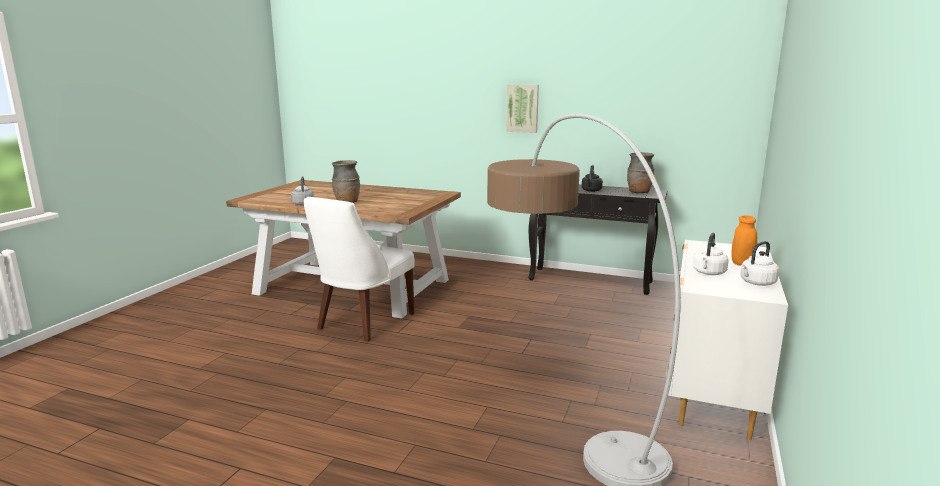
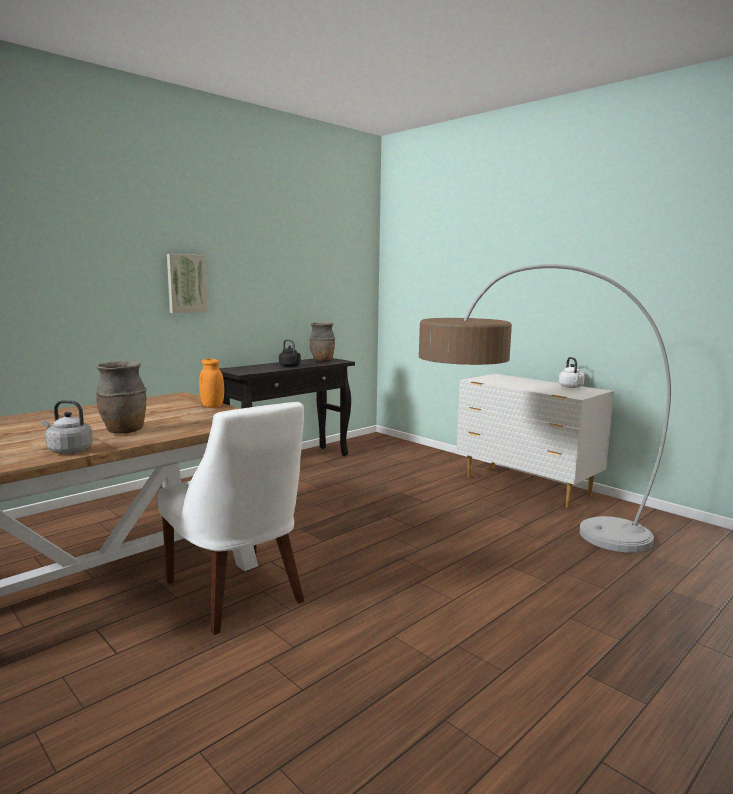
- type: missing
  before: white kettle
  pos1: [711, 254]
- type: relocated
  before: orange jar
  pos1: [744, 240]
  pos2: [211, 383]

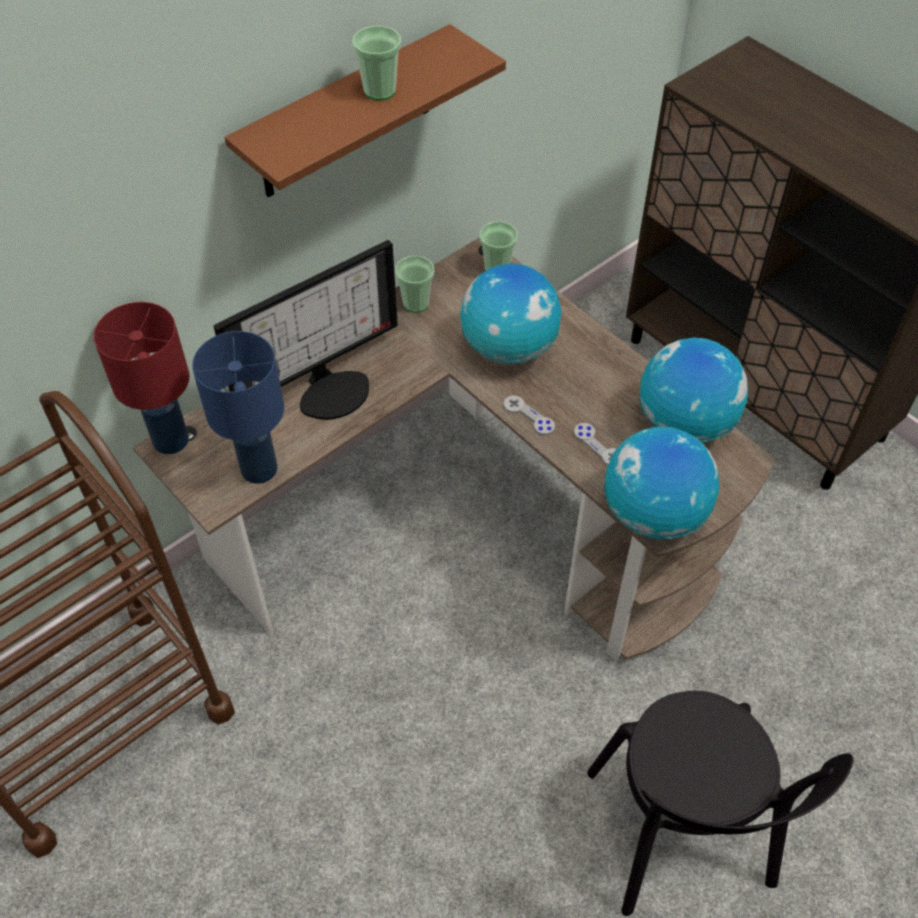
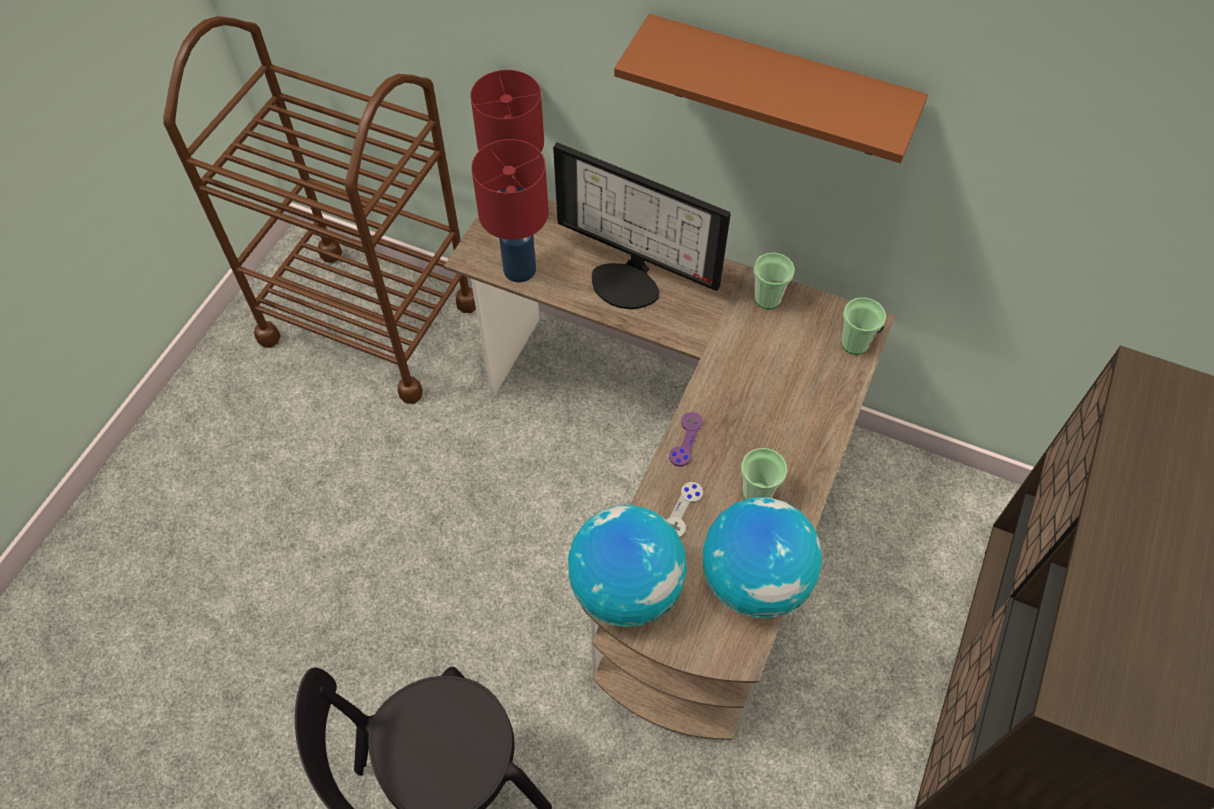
- type: colour
  before: blue table lamp
  after: red table lamp
  pos1: [238, 407]
  pos2: [510, 211]
- type: relocated
  before: cup
  pos1: [376, 63]
  pos2: [764, 474]
- type: missing
  before: globe
  pos1: [510, 314]
- type: colour
  before: grey game controller
  after: purple game controller
  pos1: [529, 415]
  pos2: [686, 439]

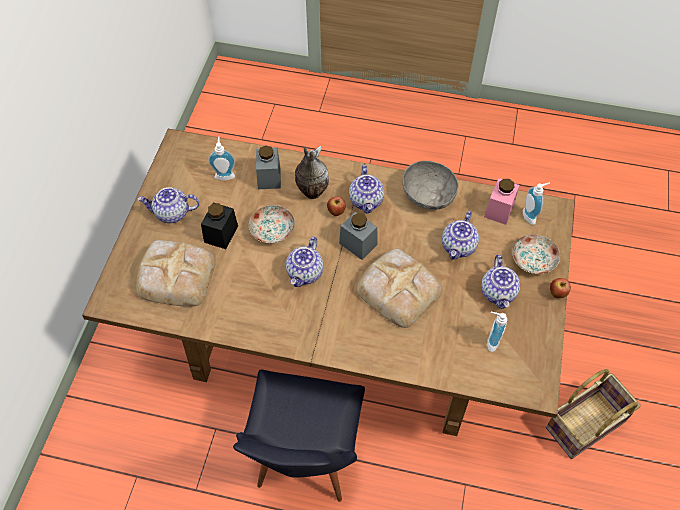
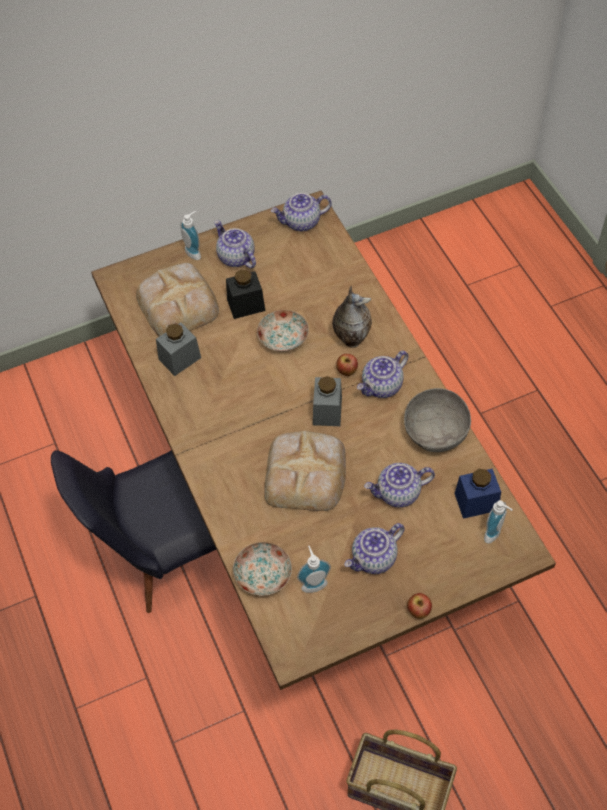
- type: relocated
  before: soap dispenser
  pos1: [221, 159]
  pos2: [190, 235]
- type: relocated
  before: grey jar
  pos1: [268, 167]
  pos2: [178, 349]
- type: relocated
  before: teapot
  pos1: [304, 261]
  pos2: [301, 212]
- type: colour
  before: pink jar
  after: blue jar
  pos1: [501, 201]
  pos2: [477, 493]
- type: relocated
  before: plate
  pos1: [536, 254]
  pos2: [262, 569]

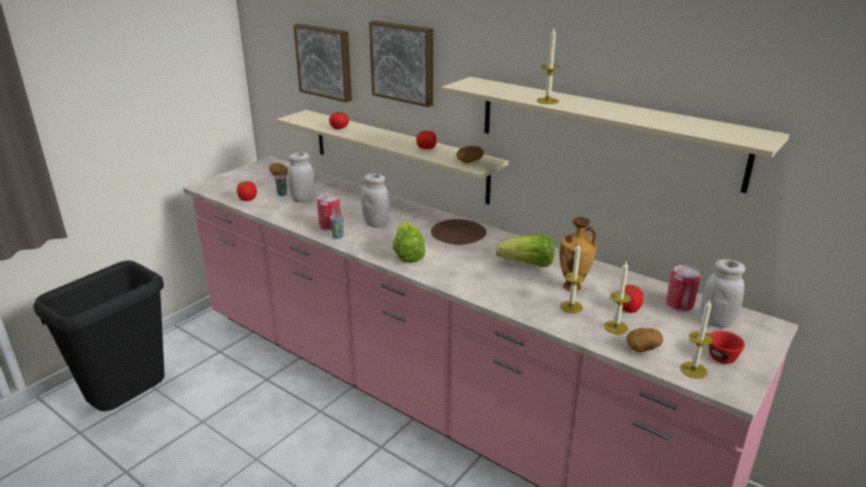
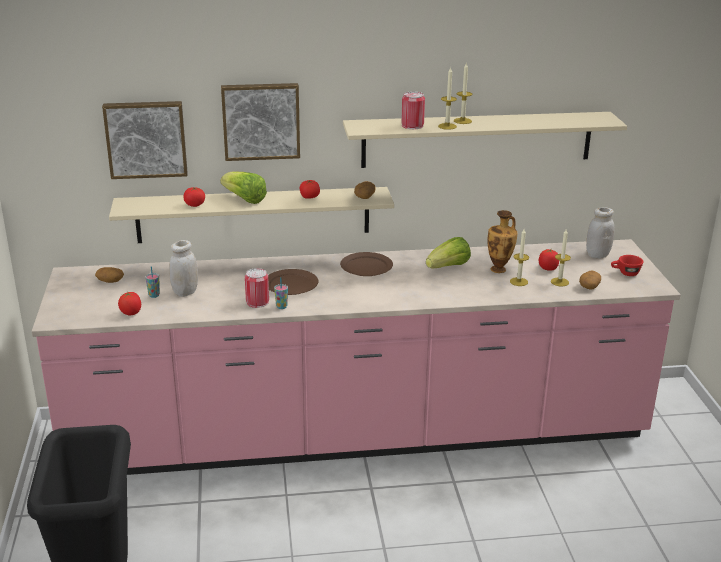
- type: exchanged
  before: white jar
  after: brown plate
  pos1: [375, 200]
  pos2: [293, 282]
- type: relocated
  before: lettuce
  pos1: [409, 242]
  pos2: [243, 187]
- type: relocated
  before: can
  pos1: [683, 288]
  pos2: [413, 110]
- type: relocated
  before: candle
  pos1: [696, 339]
  pos2: [463, 93]

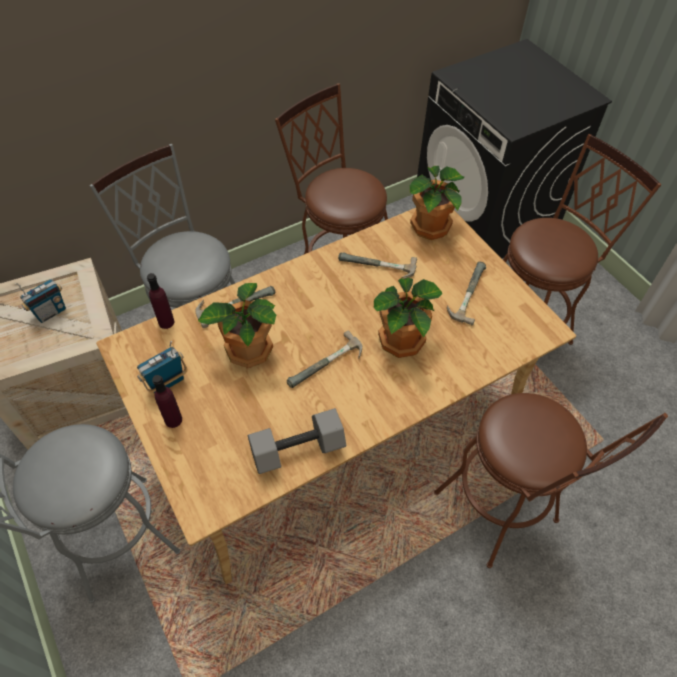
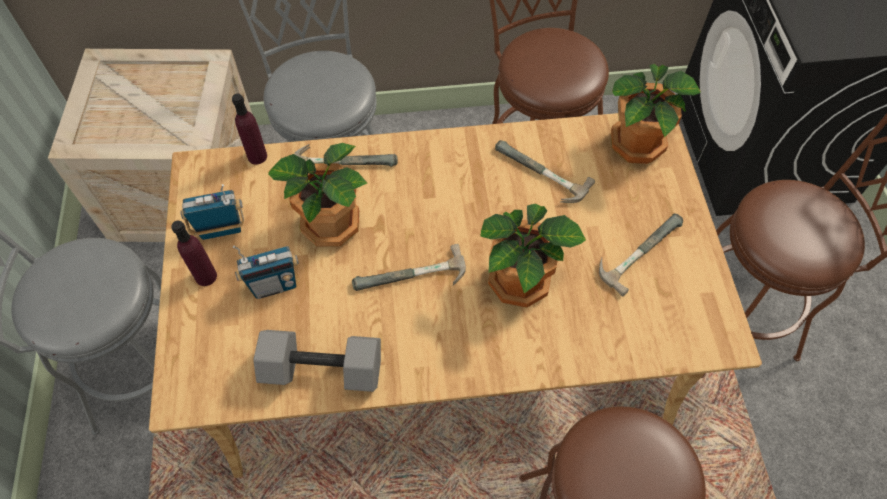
- type: relocated
  before: radio
  pos1: [40, 301]
  pos2: [266, 272]

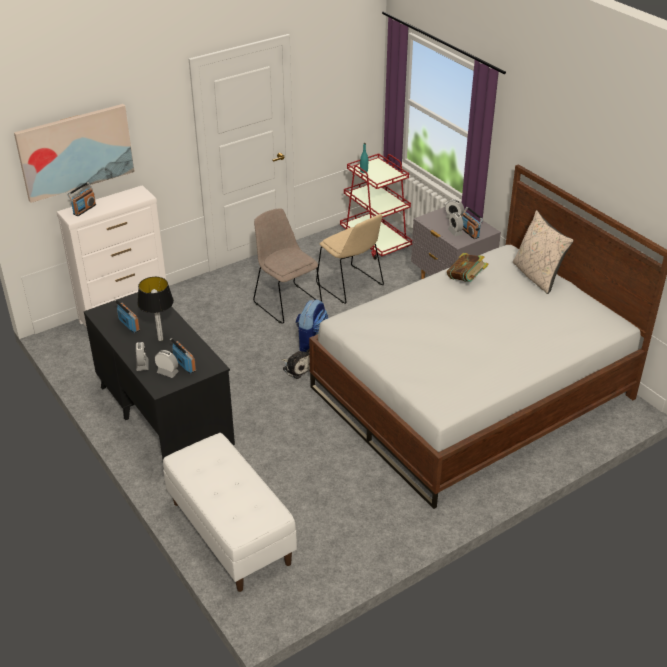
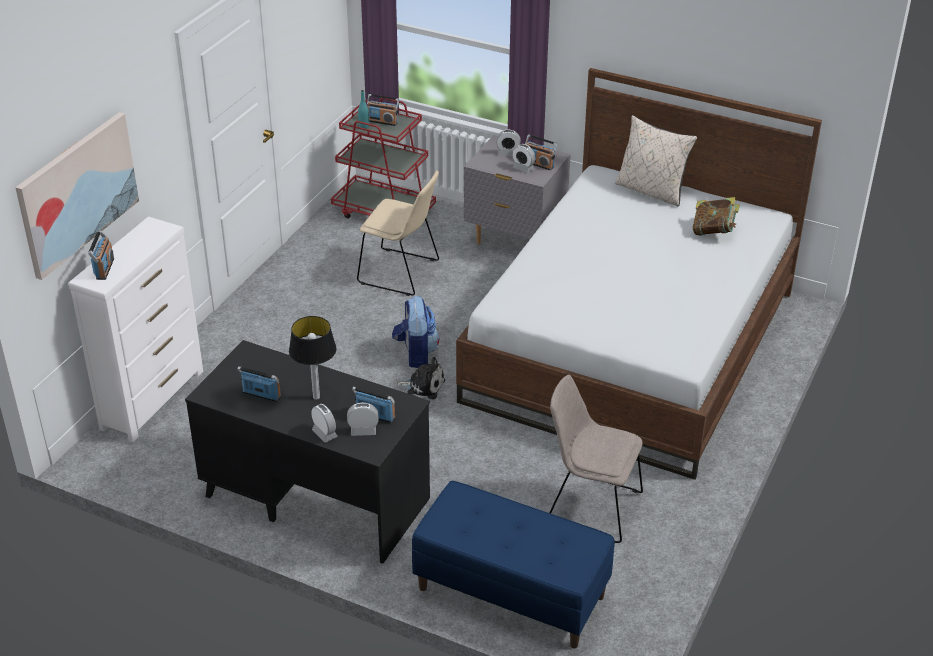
- type: colour
  before: white bench
  after: blue bench
  pos1: [230, 512]
  pos2: [513, 564]
- type: relocated
  before: beige chair
  pos1: [287, 266]
  pos2: [596, 459]
- type: relocated
  before: book
  pos1: [468, 267]
  pos2: [716, 216]
- type: appeared
  after: radio
  pos2: [383, 110]

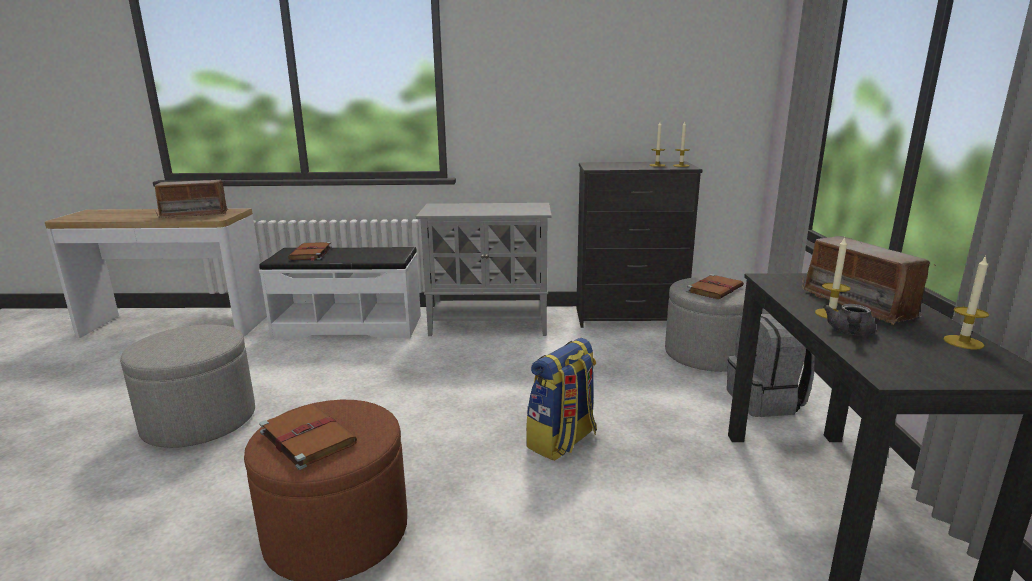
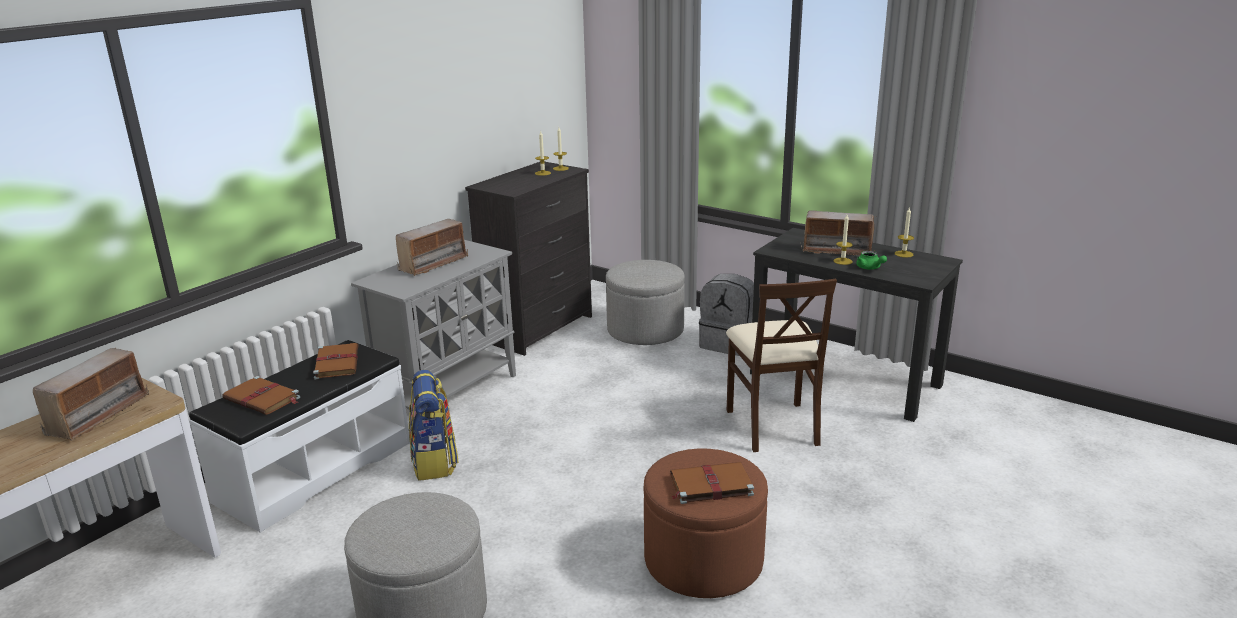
- type: relocated
  before: backpack
  pos1: [561, 399]
  pos2: [434, 425]
- type: relocated
  before: brown book
  pos1: [715, 286]
  pos2: [336, 361]
- type: colour
  before: grey teapot
  after: green teapot
  pos1: [849, 320]
  pos2: [871, 260]
- type: appeared
  after: radio
  pos2: [432, 247]
- type: appeared
  after: beige chair
  pos2: [781, 365]

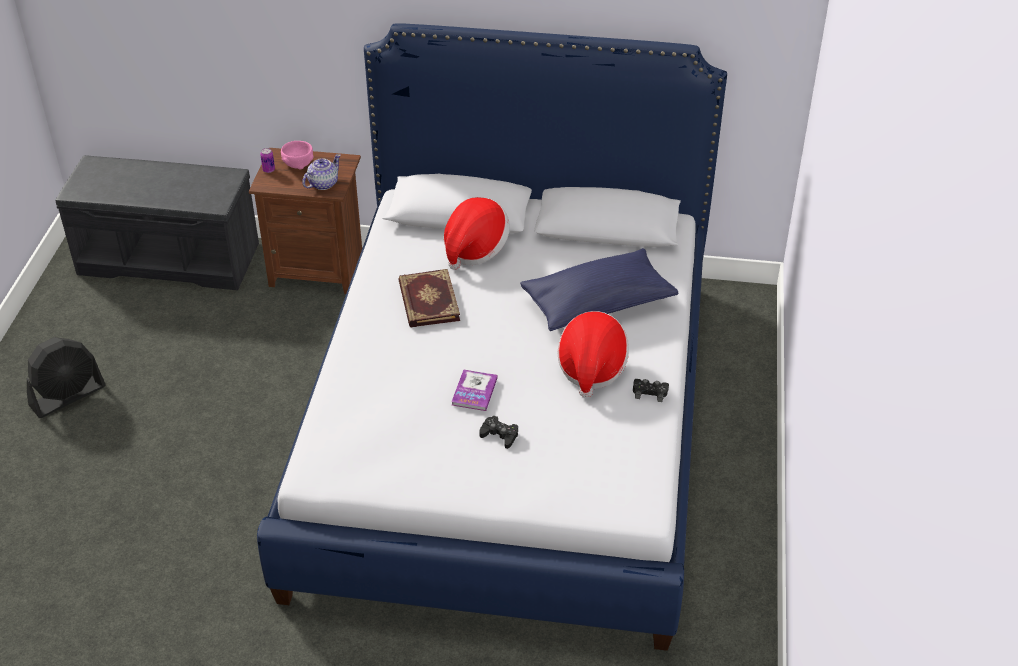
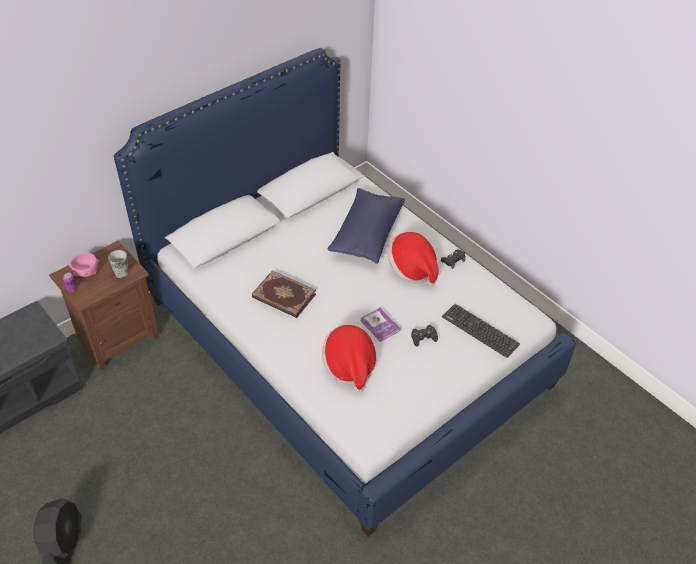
- type: exchanged
  before: teapot
  after: cup
  pos1: [321, 172]
  pos2: [118, 264]
- type: relocated
  before: hat
  pos1: [477, 233]
  pos2: [349, 358]
- type: appeared
  after: keyboard
  pos2: [481, 331]

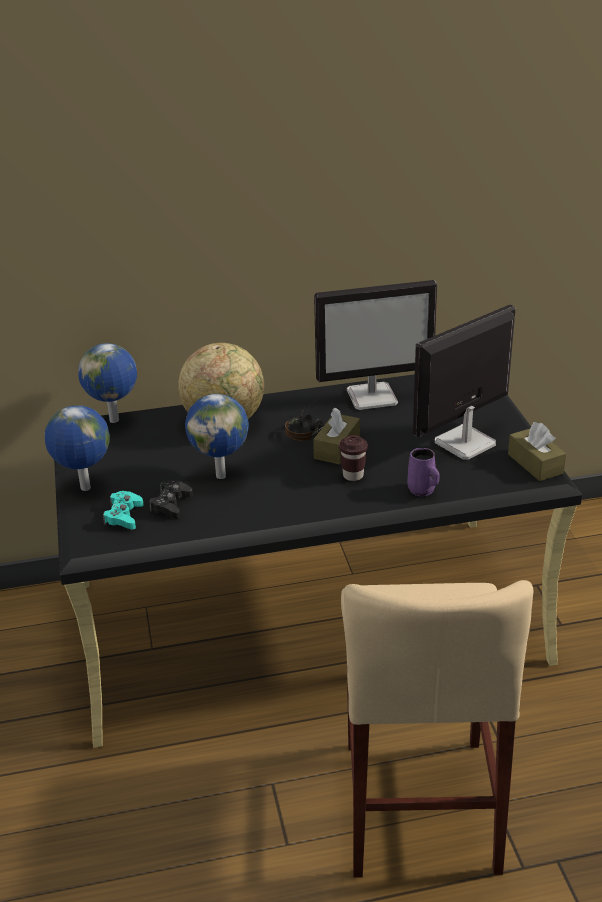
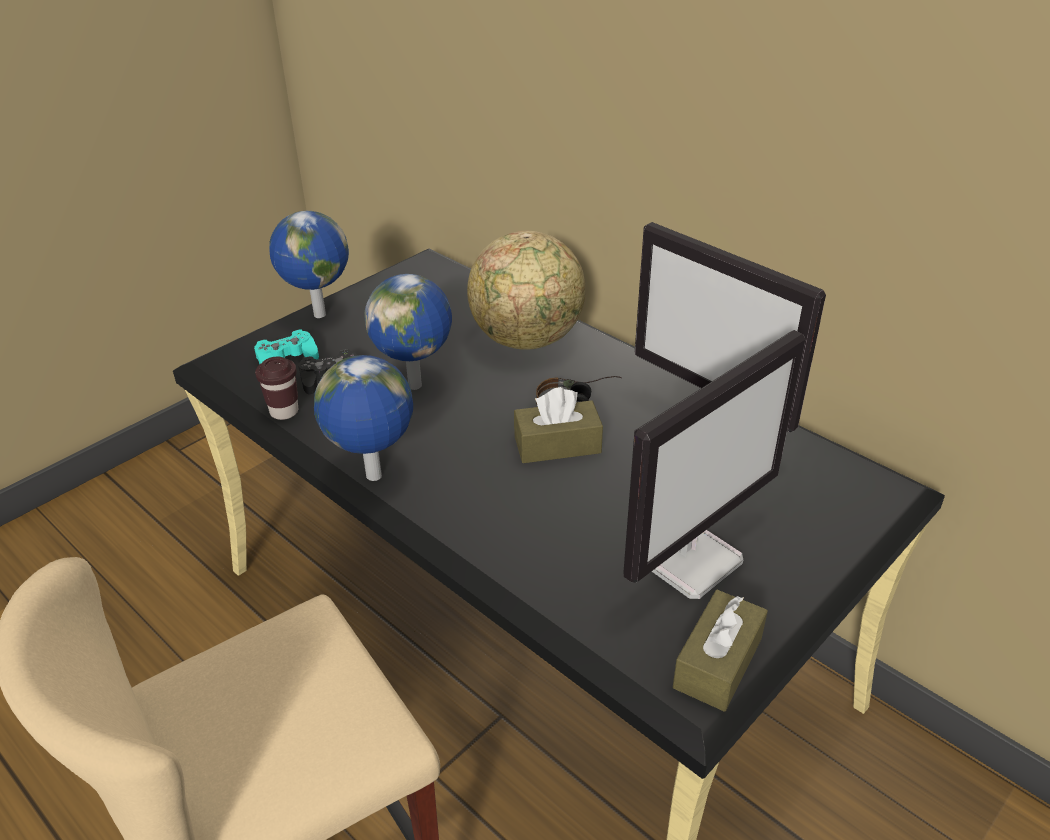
- type: relocated
  before: globe
  pos1: [107, 383]
  pos2: [363, 418]
- type: relocated
  before: brown cup
  pos1: [353, 458]
  pos2: [276, 388]
- type: missing
  before: purple mug
  pos1: [423, 472]
- type: spun
  before: monitor
  pos1: [464, 382]
  pos2: [714, 464]
  turn: 120

